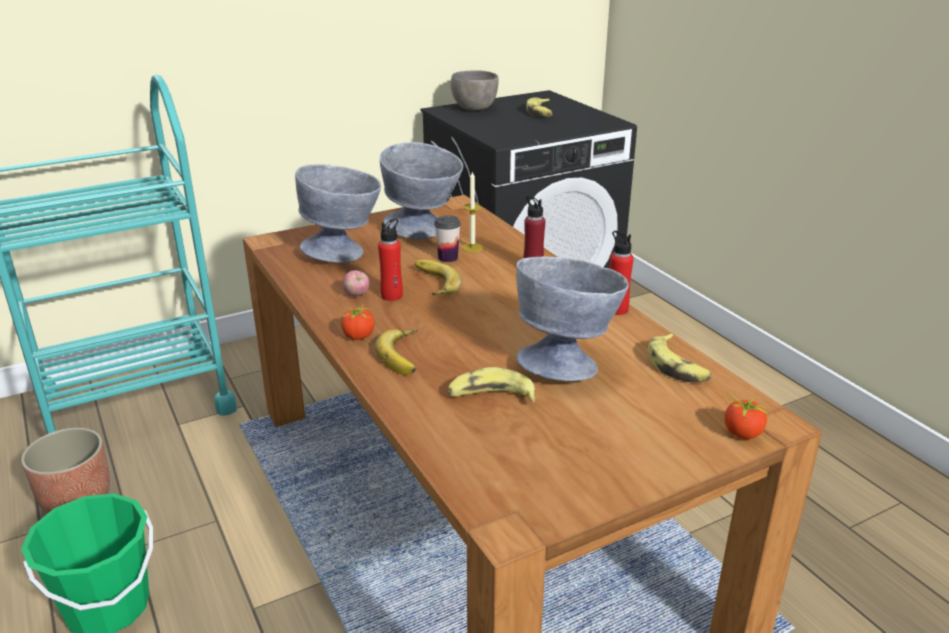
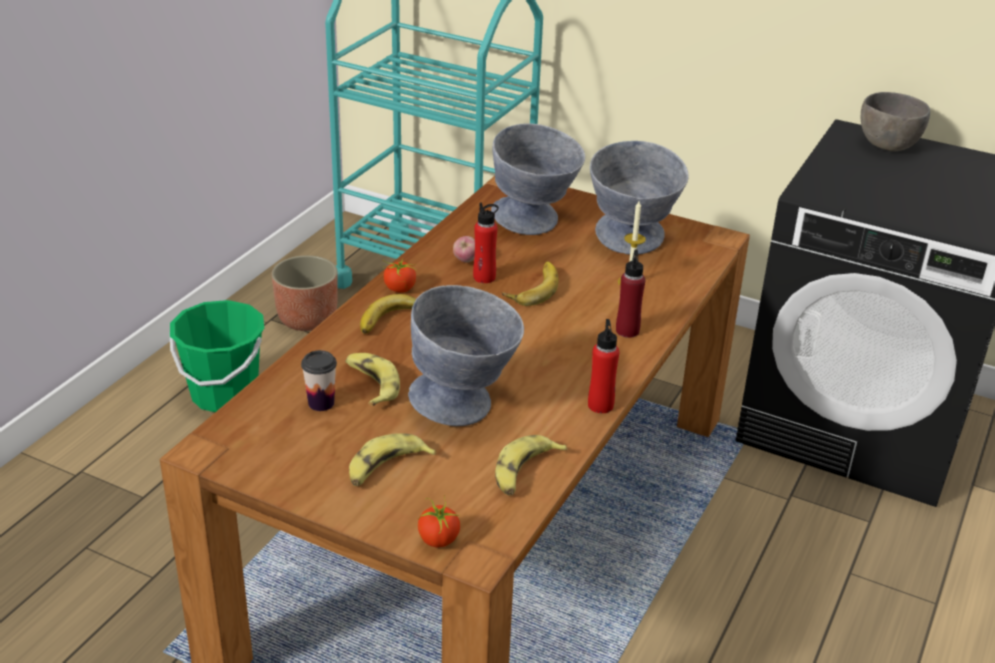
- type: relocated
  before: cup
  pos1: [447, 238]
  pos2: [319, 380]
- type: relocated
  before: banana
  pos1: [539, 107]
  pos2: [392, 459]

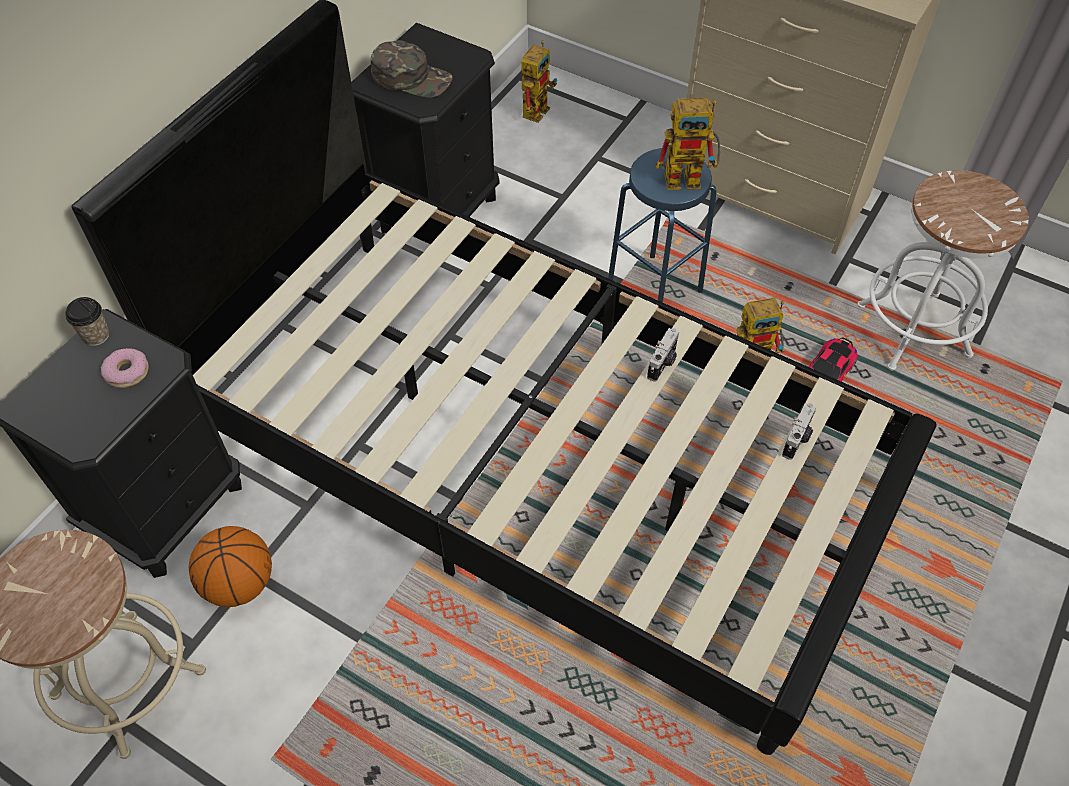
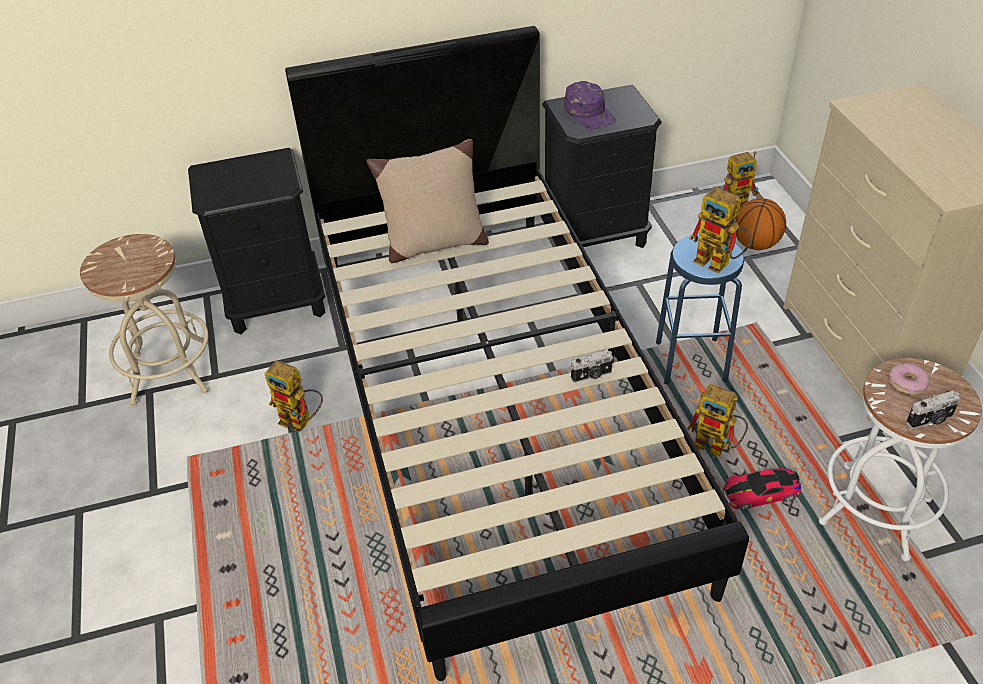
- type: missing
  before: cup
  pos1: [87, 321]
- type: relocated
  before: donut
  pos1: [125, 368]
  pos2: [909, 379]
- type: relocated
  before: basketball
  pos1: [230, 566]
  pos2: [760, 224]
- type: colour
  before: green cap
  after: purple cap
  pos1: [412, 69]
  pos2: [590, 105]
- type: relocated
  before: photo camera
  pos1: [799, 431]
  pos2: [933, 410]
- type: appeared
  after: toy robot
  pos2: [293, 396]
- type: appeared
  after: beige pillow
  pos2: [427, 201]

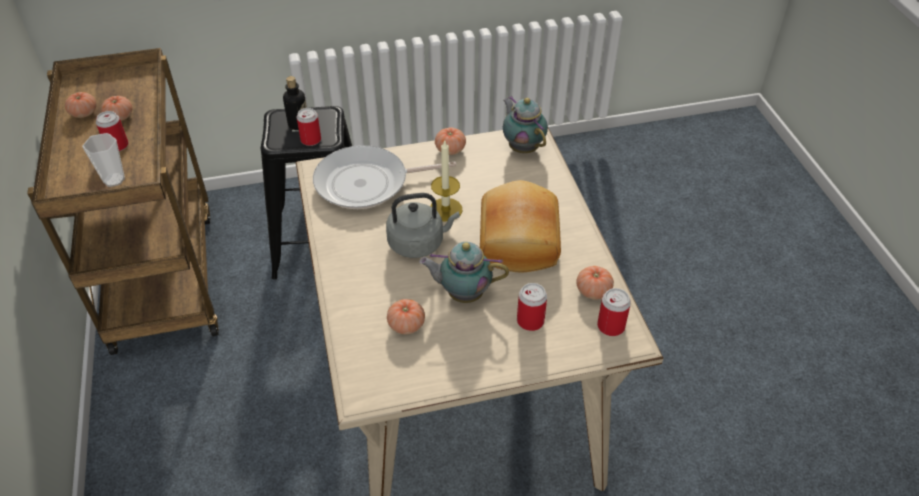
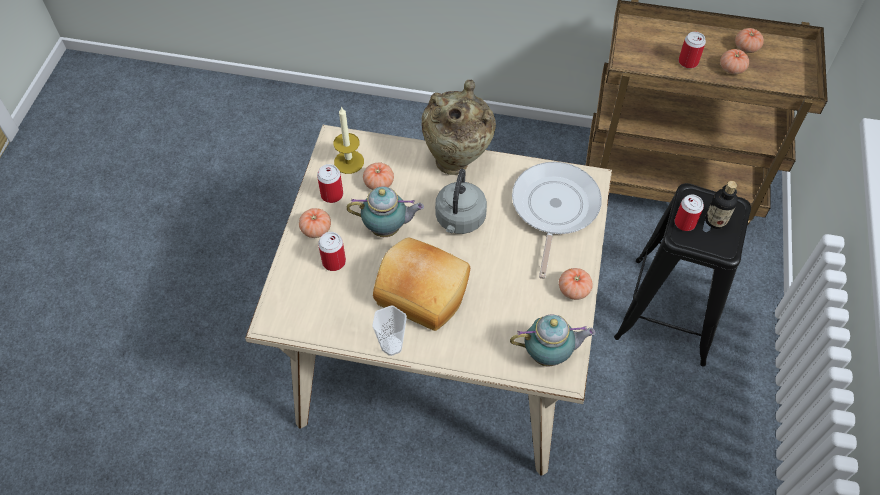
- type: relocated
  before: cup
  pos1: [103, 160]
  pos2: [389, 331]
- type: spun
  before: teapot
  pos1: [464, 272]
  pos2: [385, 212]
  turn: 60
- type: relocated
  before: candle
  pos1: [446, 181]
  pos2: [348, 140]
- type: relocated
  before: tomato
  pos1: [595, 282]
  pos2: [315, 223]
- type: relocated
  before: can
  pos1: [614, 312]
  pos2: [330, 183]
- type: appeared
  after: beige vase
  pos2: [459, 127]

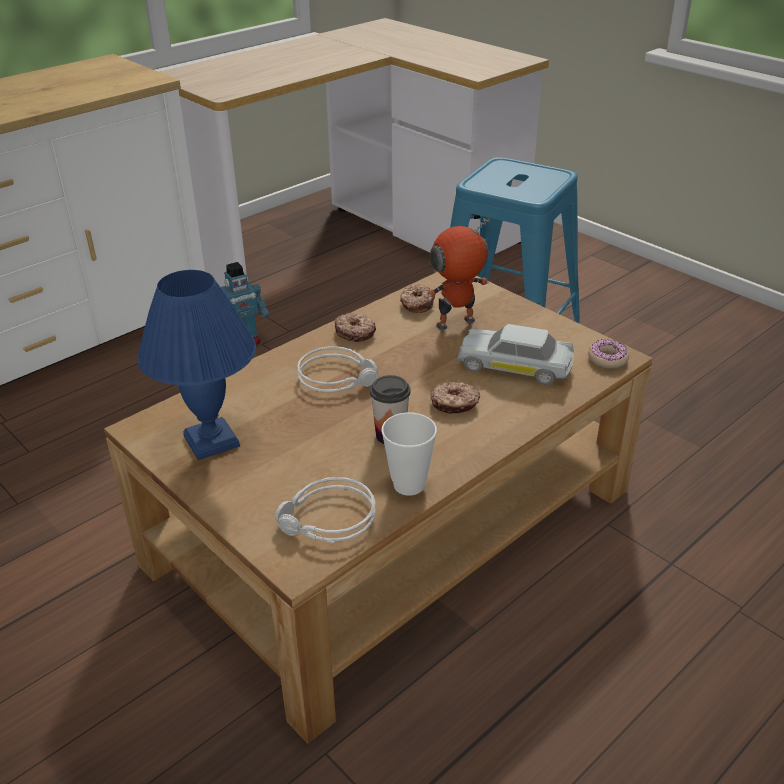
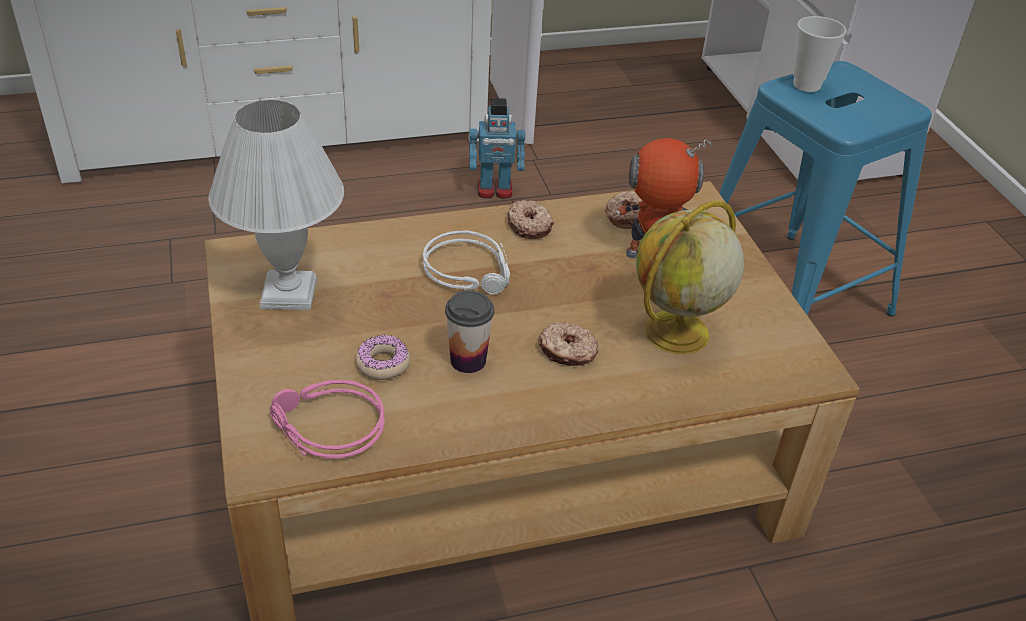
- type: colour
  before: blue table lamp
  after: white table lamp
  pos1: [196, 365]
  pos2: [276, 205]
- type: colour
  before: grey headphones
  after: pink headphones
  pos1: [325, 510]
  pos2: [327, 419]
- type: relocated
  before: cup
  pos1: [409, 454]
  pos2: [819, 54]
- type: exchanged
  before: white toy car
  after: globe
  pos1: [515, 354]
  pos2: [690, 278]
- type: relocated
  before: donut
  pos1: [608, 354]
  pos2: [382, 357]

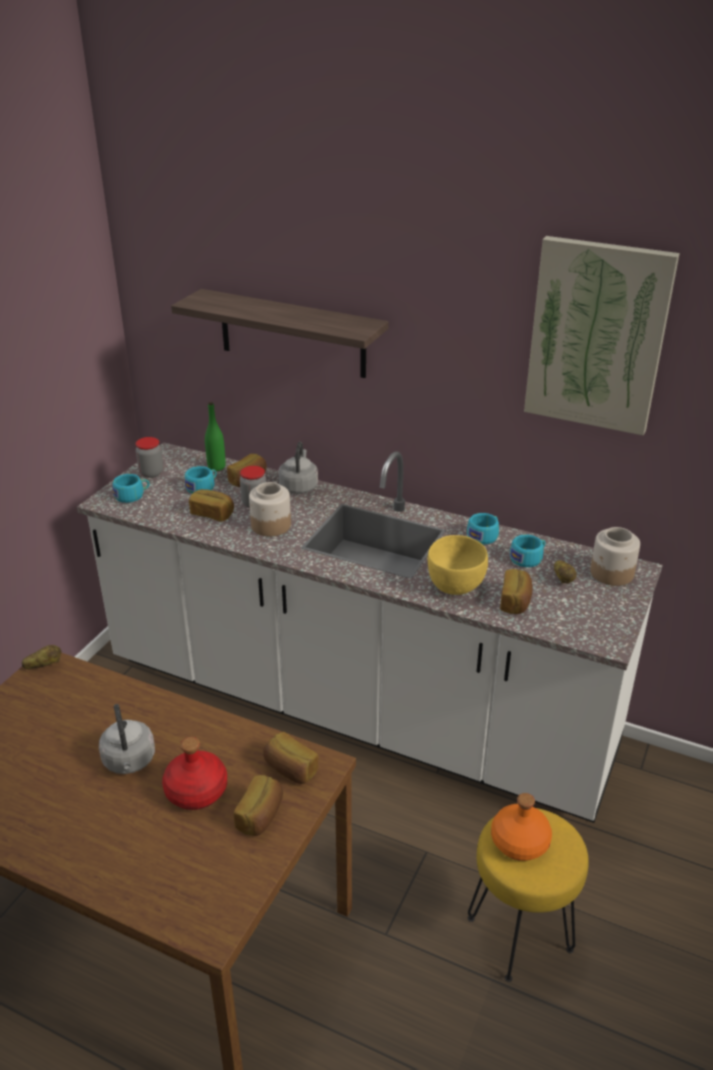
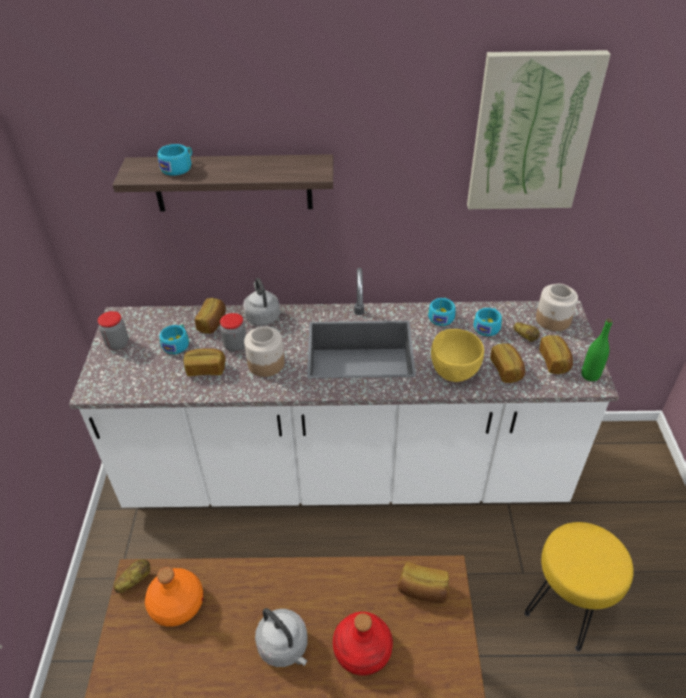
- type: relocated
  before: turquoise cup
  pos1: [131, 488]
  pos2: [174, 159]
- type: relocated
  before: green bottle
  pos1: [215, 436]
  pos2: [597, 349]
- type: relocated
  before: bread
  pos1: [258, 805]
  pos2: [556, 354]
- type: relocated
  before: orange bottle
  pos1: [521, 827]
  pos2: [174, 597]

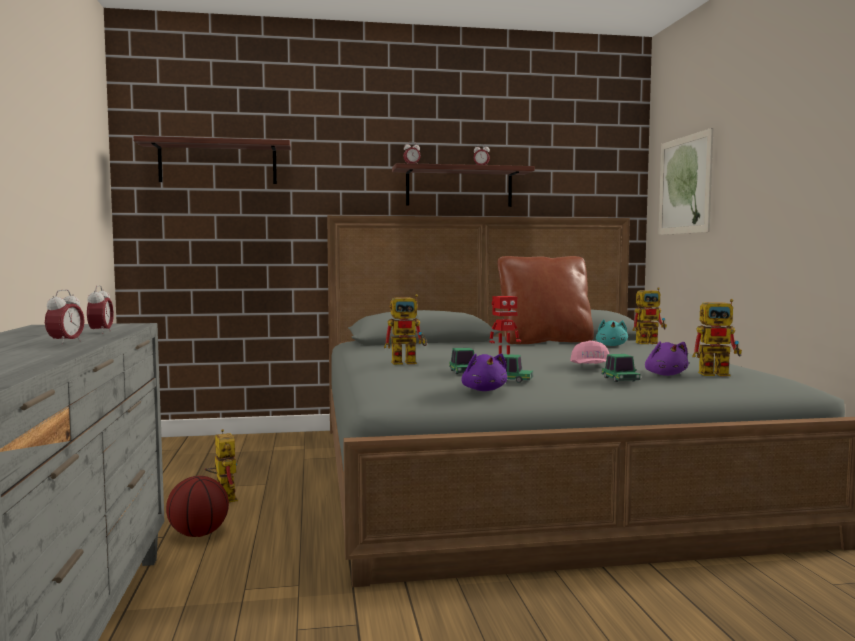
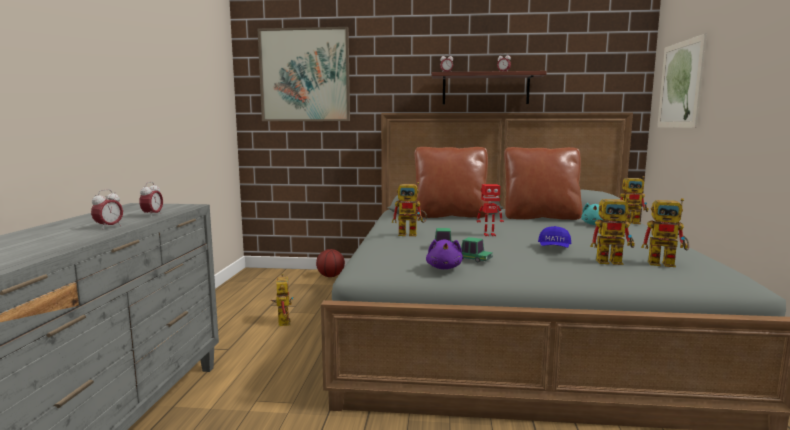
- type: exchanged
  before: shelf
  after: picture
  pos1: [212, 160]
  pos2: [304, 74]
- type: relocated
  before: basketball
  pos1: [197, 506]
  pos2: [330, 263]
- type: colour
  before: pink cap
  after: blue cap
  pos1: [589, 352]
  pos2: [555, 237]
- type: missing
  before: toy car
  pos1: [621, 368]
- type: exchanged
  before: purple plush toy
  after: toy robot
  pos1: [666, 358]
  pos2: [612, 231]
- type: appeared
  after: brown pillow
  pos2: [452, 182]

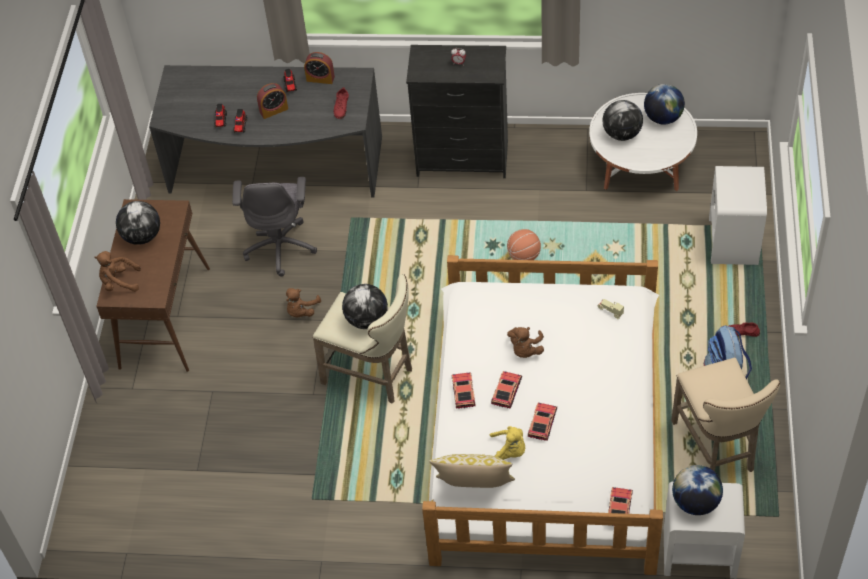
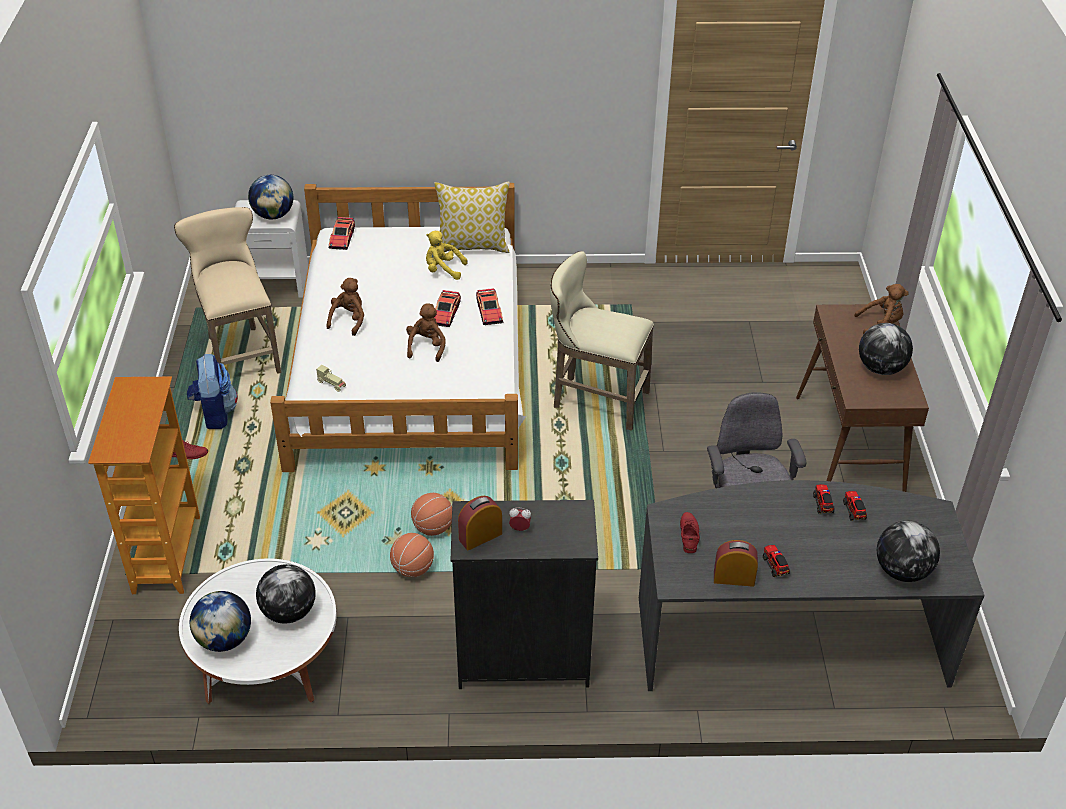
- type: relocated
  before: alarm clock
  pos1: [272, 101]
  pos2: [480, 523]
- type: relocated
  before: brown plush toy
  pos1: [303, 302]
  pos2: [345, 307]
- type: relocated
  before: globe
  pos1: [365, 306]
  pos2: [908, 551]
- type: missing
  before: toy car
  pos1: [543, 422]
- type: exchanged
  before: white nightstand
  after: bookcase
  pos1: [738, 215]
  pos2: [144, 485]
- type: appeared
  after: basketball
  pos2: [412, 555]

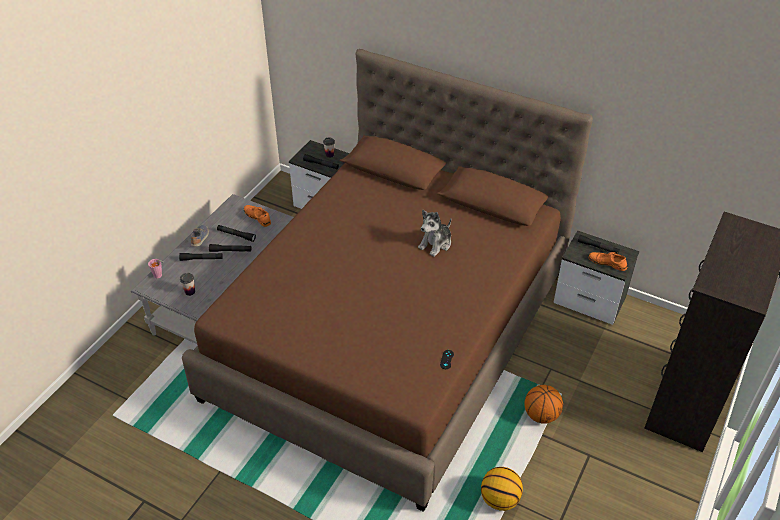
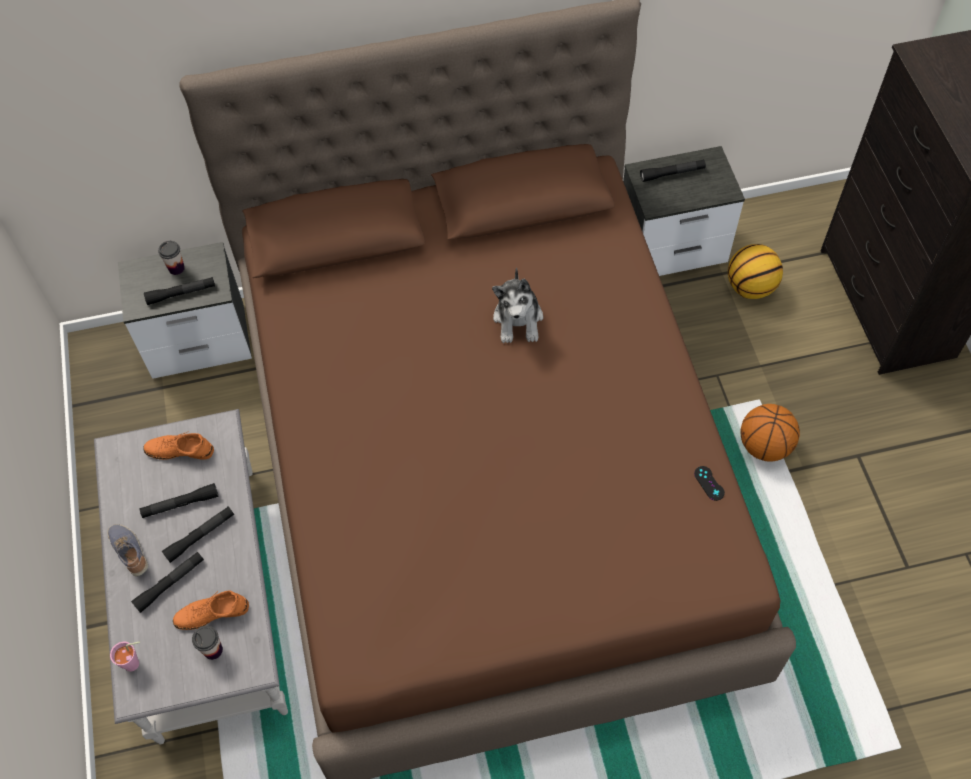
- type: relocated
  before: basketball
  pos1: [502, 489]
  pos2: [755, 271]
- type: relocated
  before: orange shoe
  pos1: [607, 261]
  pos2: [211, 610]

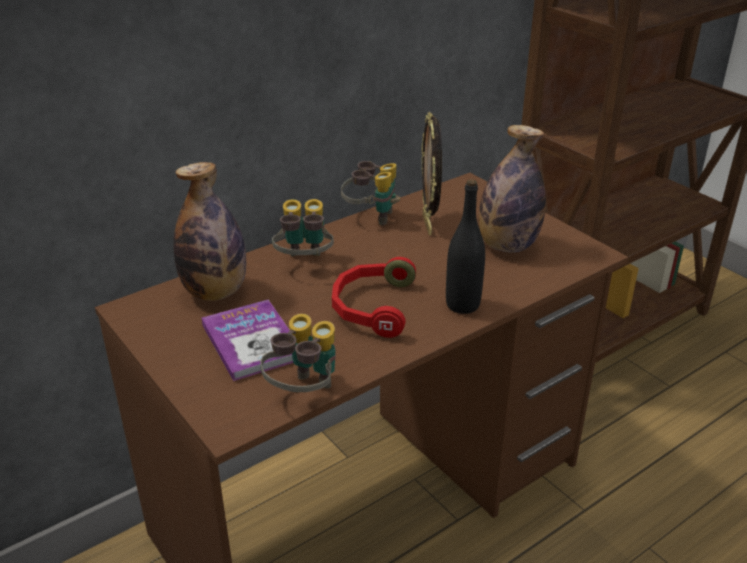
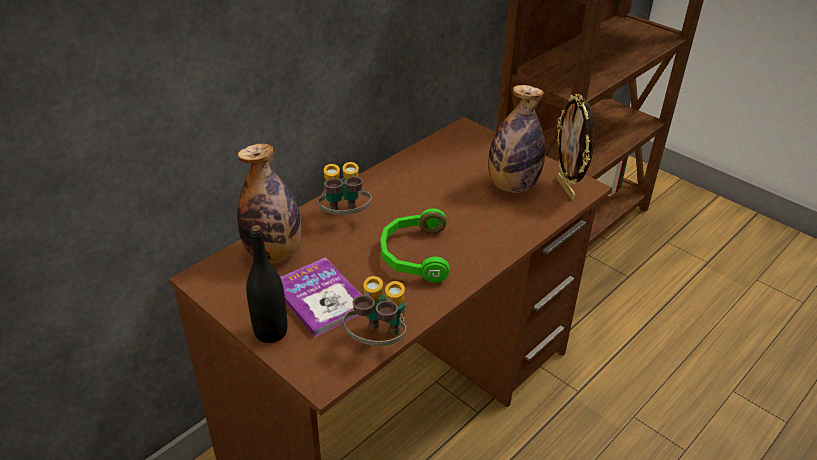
- type: colour
  before: red headphones
  after: green headphones
  pos1: [374, 297]
  pos2: [415, 245]
- type: missing
  before: binoculars
  pos1: [370, 193]
- type: relocated
  before: picture frame
  pos1: [431, 173]
  pos2: [575, 147]
- type: relocated
  before: black bottle
  pos1: [465, 246]
  pos2: [266, 284]

